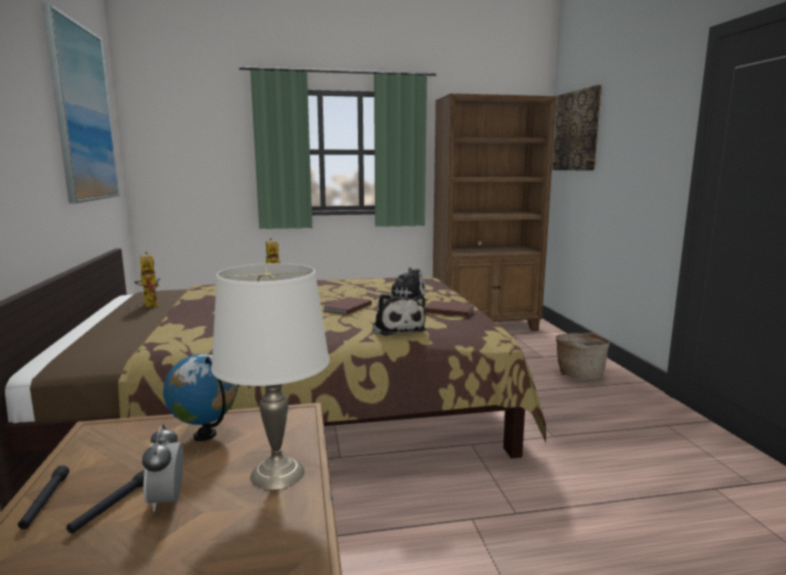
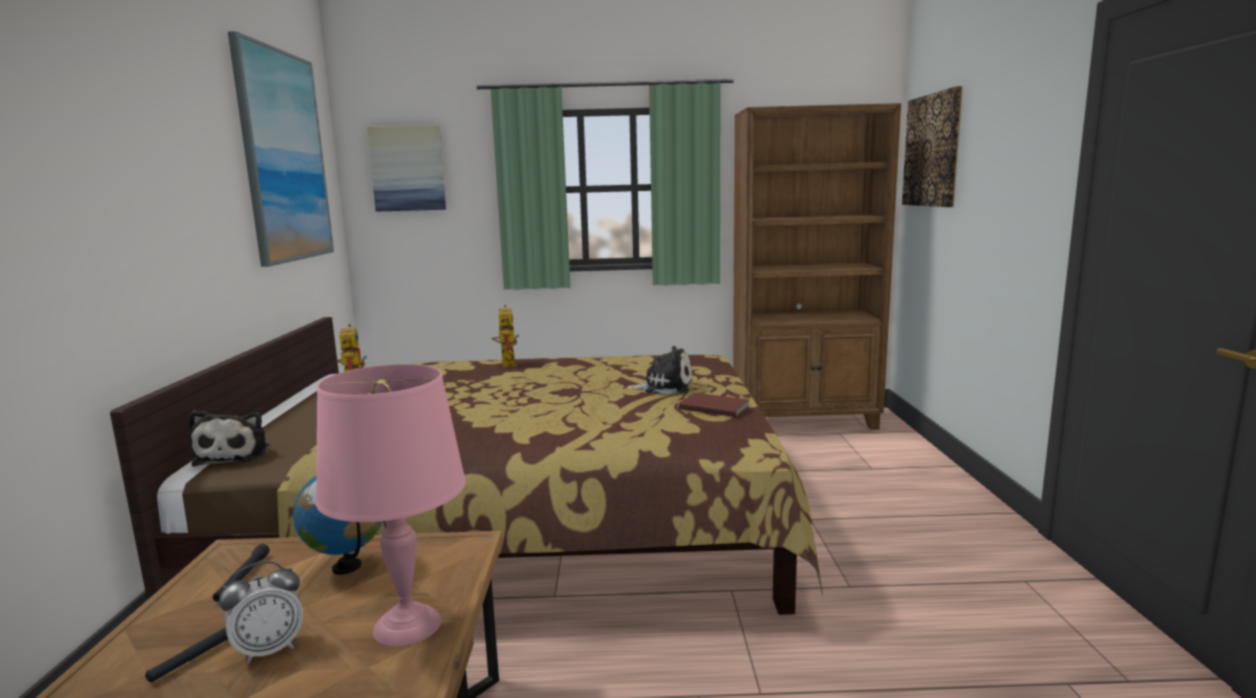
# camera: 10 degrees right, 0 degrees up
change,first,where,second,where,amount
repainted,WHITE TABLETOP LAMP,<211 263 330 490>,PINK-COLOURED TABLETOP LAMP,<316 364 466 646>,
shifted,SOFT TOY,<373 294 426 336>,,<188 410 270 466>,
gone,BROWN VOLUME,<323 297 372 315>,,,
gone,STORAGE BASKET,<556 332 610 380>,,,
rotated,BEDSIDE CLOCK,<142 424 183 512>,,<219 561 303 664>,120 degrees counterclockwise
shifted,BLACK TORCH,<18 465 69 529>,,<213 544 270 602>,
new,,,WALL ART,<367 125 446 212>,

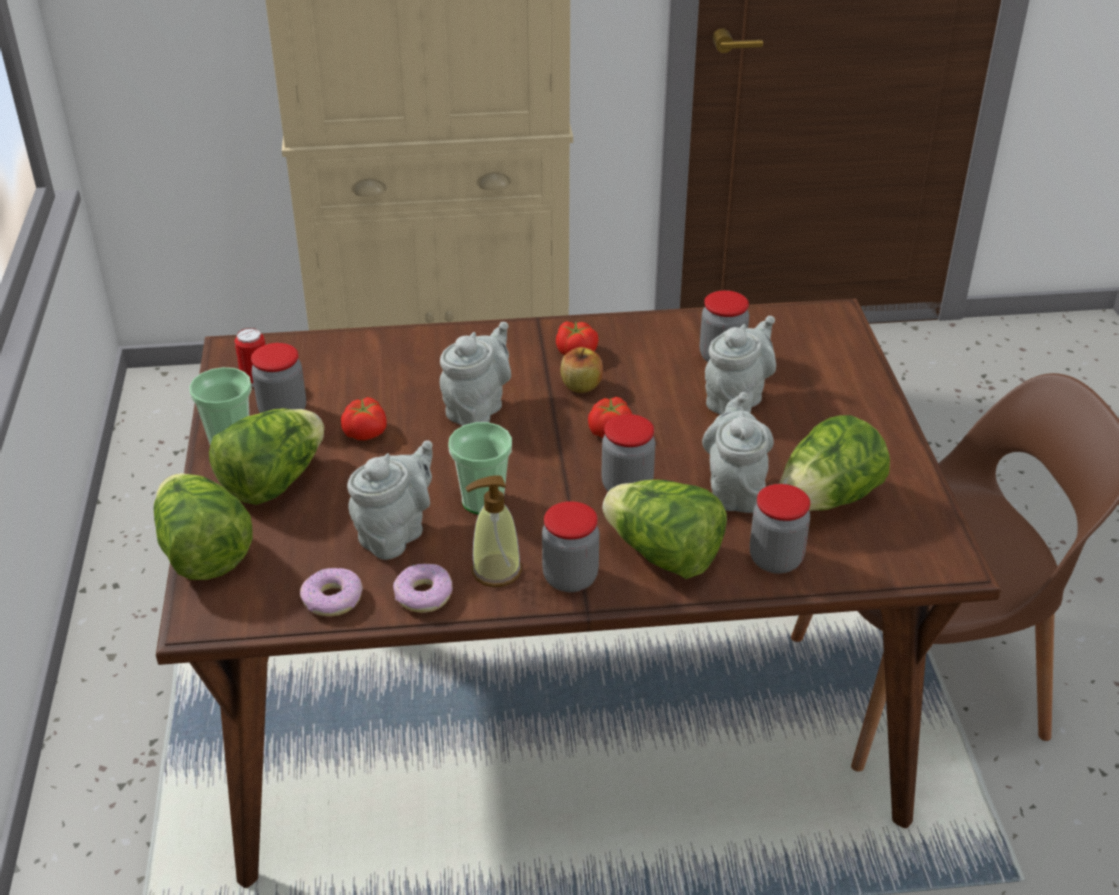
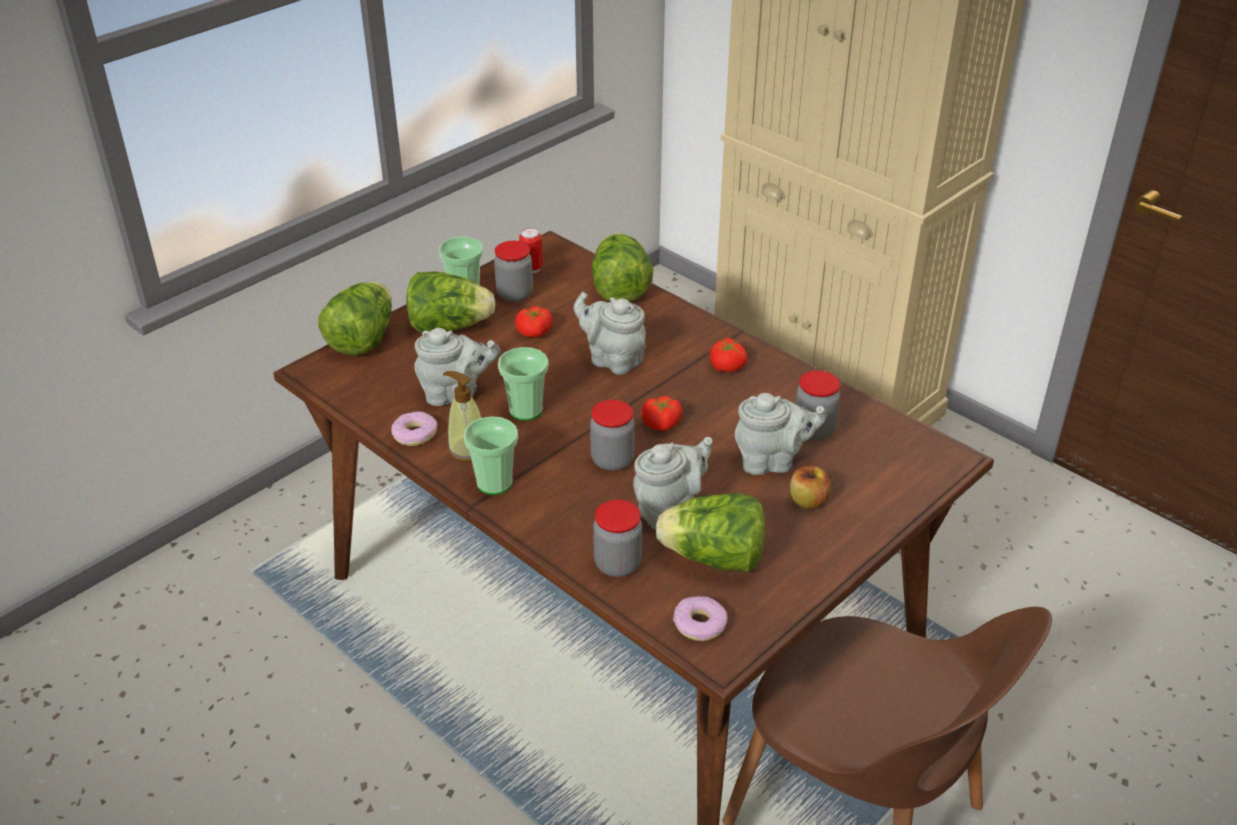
# camera: 50 degrees right, 0 degrees up
change,first,where,second,where,amount
rotated,GREY POT FOR TEA,<440 322 511 426>,,<573 292 646 375>,135 degrees counterclockwise
shifted,APPLE,<561 347 603 393>,,<790 466 831 509>,
shifted,LETTUCE HEAD,<602 479 727 579>,,<592 233 654 302>,
swapped,JAR,<542 501 599 592>,SMALL CUP,<463 416 518 495>,
shifted,DONUT,<300 568 363 617>,,<673 596 728 641>,

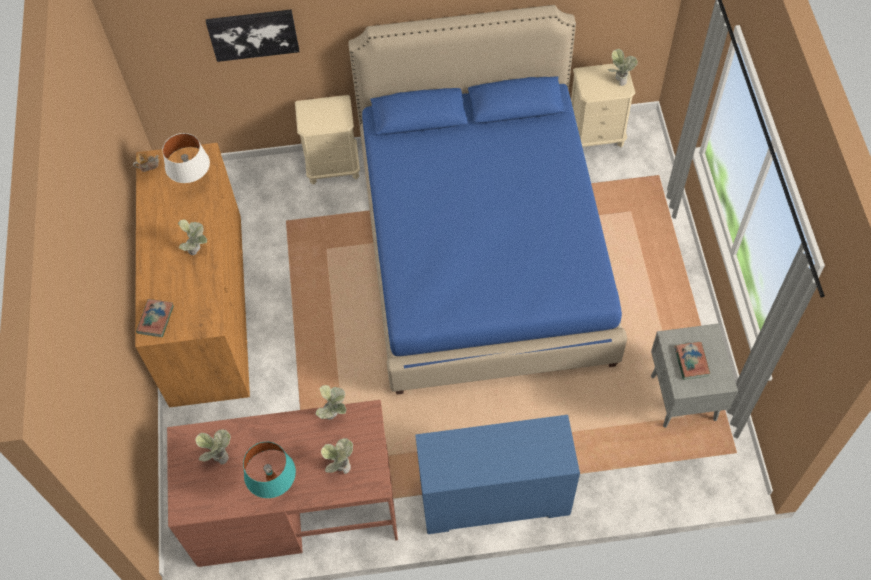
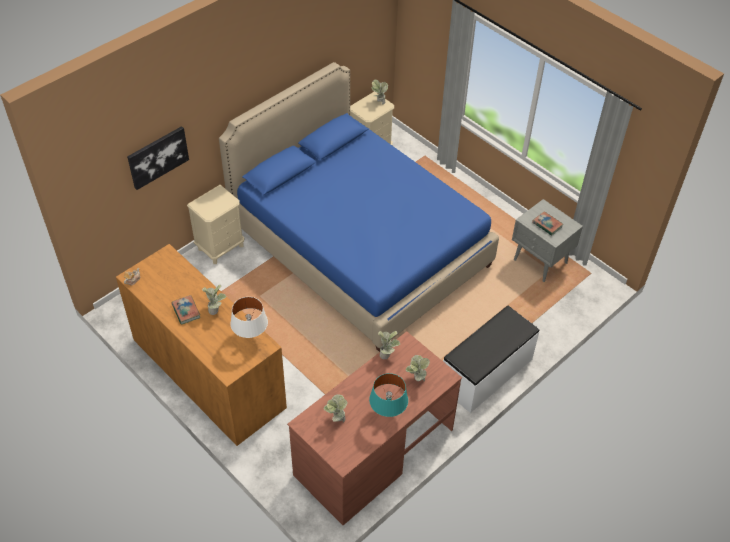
# camera: 40 degrees left, 10 degrees down
change,first,where,second,where,amount
shifted,WHITE TABLETOP LAMP,<162 133 210 183>,,<230 297 268 338>,
shifted,VOLUME,<136 299 174 337>,,<172 295 200 325>,
swapped,BLUISH CHEST OF DRAWERS,<415 415 580 534>,WHITE LONG SEAT,<443 306 540 413>,

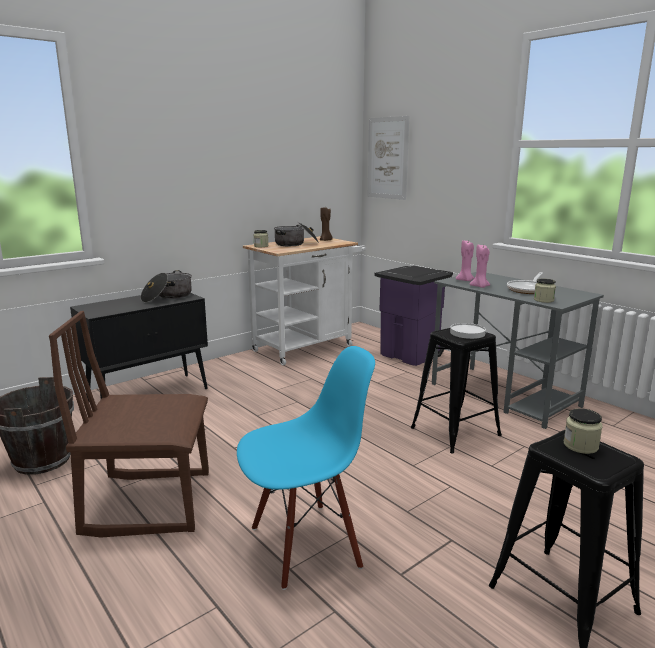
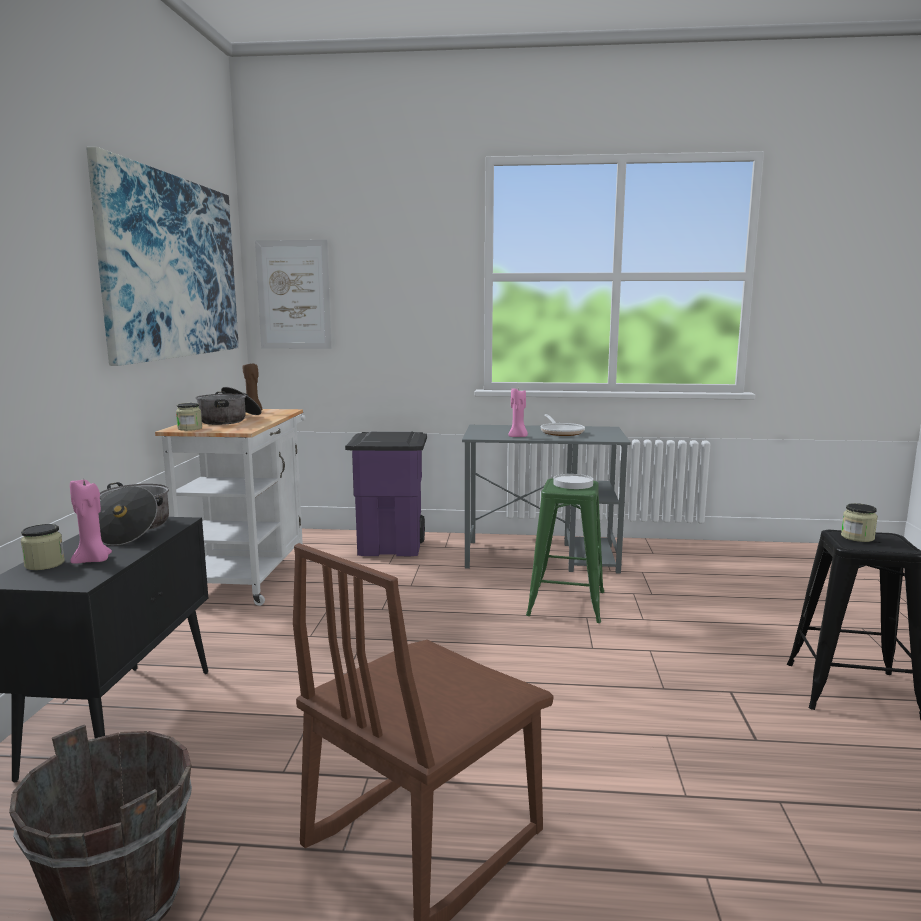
# camera: 45 degrees left, 5 degrees down
change,first,where,second,where,amount
shifted,PINK-COLOURED WAX LIGHT,<456 240 474 281>,,<70 480 112 564>,
shifted,JAR,<534 279 556 303>,,<21 524 65 570>,
repainted,BLACK STOOL SEAT,<411 328 502 453>,GREEN STOOL SEAT,<526 478 604 623>,
gone,BLUISH CHAIR,<237 346 375 590>,,,
new,,,WALL ART,<86 147 239 366>,

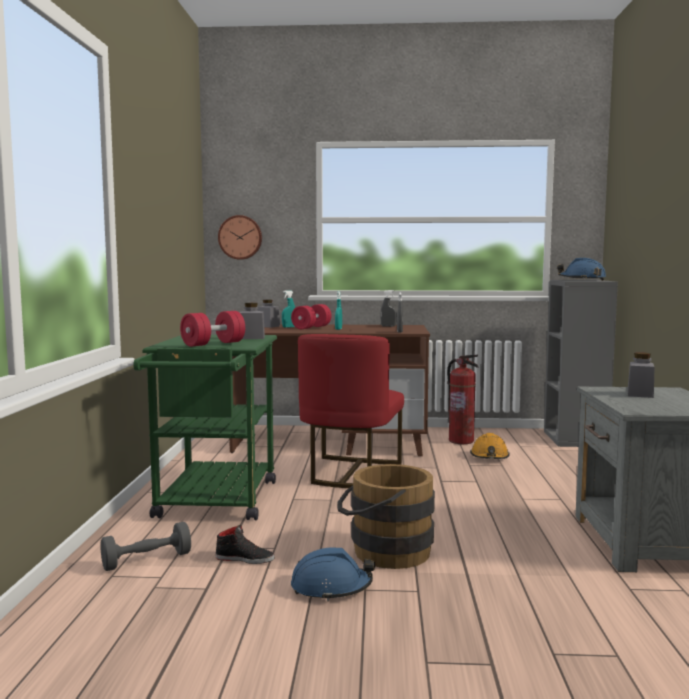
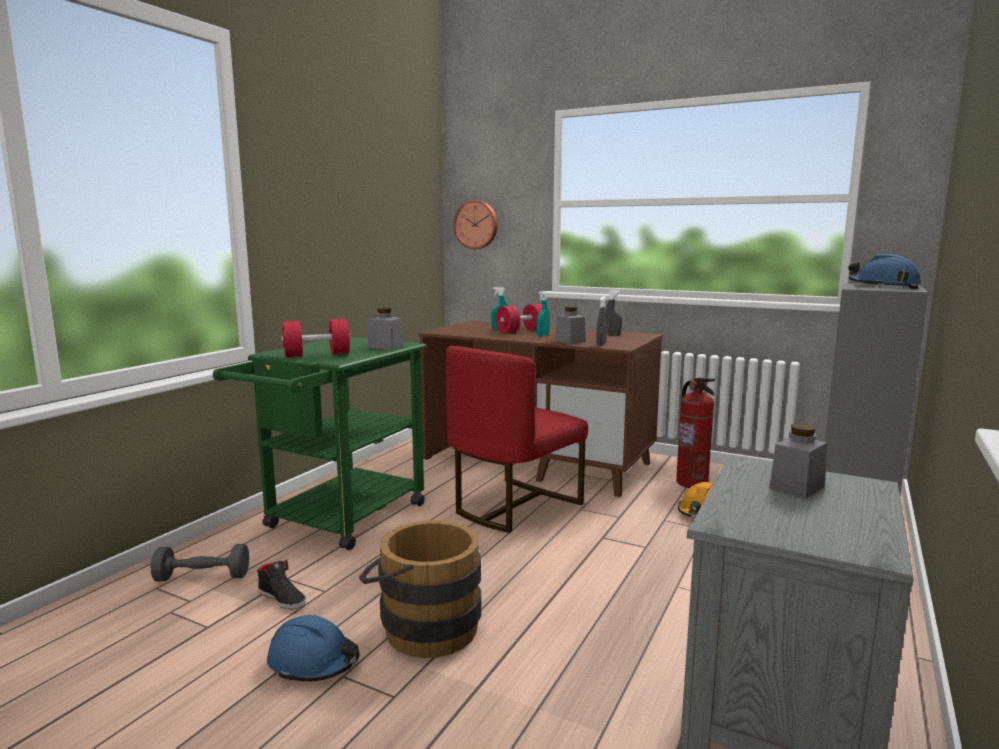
# camera: 25 degrees right, 5 degrees up
change,first,where,second,where,amount
shifted,GREY JAR,<257 300 280 328>,,<555 306 586 344>,

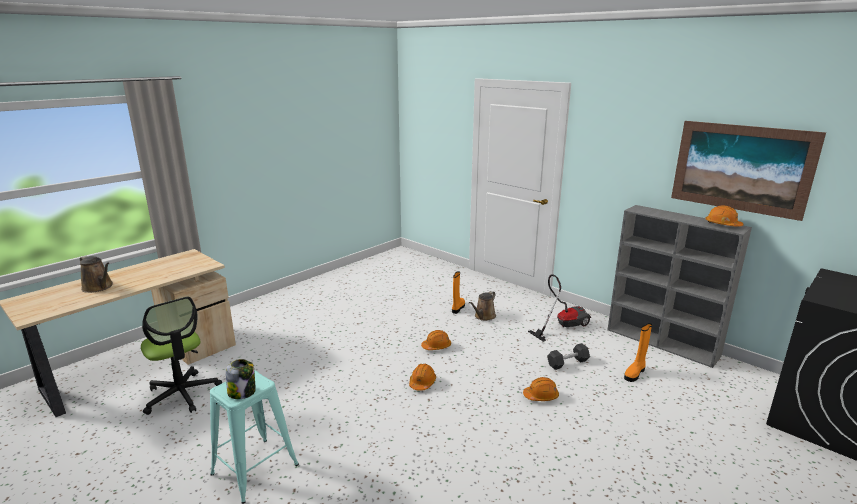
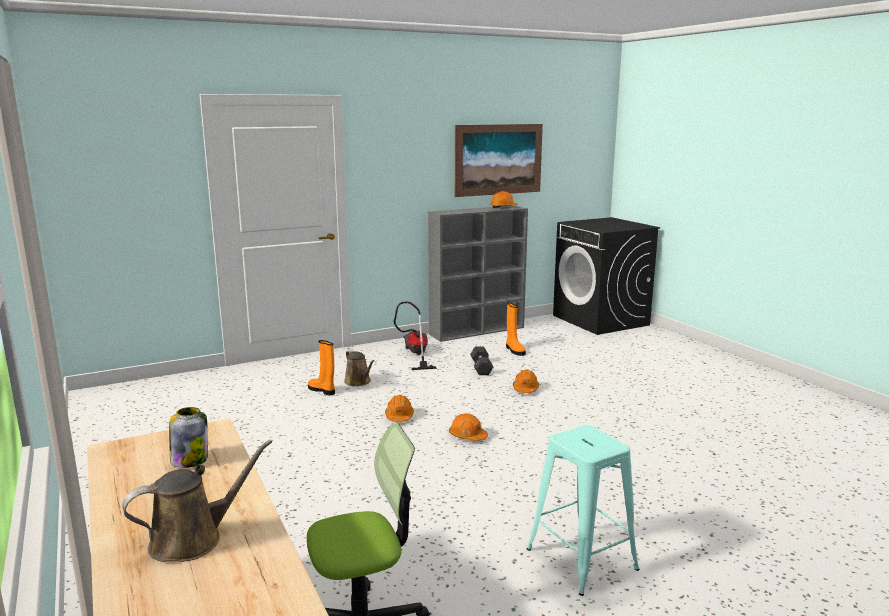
# camera: 70 degrees left, 5 degrees down
change,first,where,second,where,amount
shifted,JAR,<226 359 256 399>,,<169 407 208 468>,

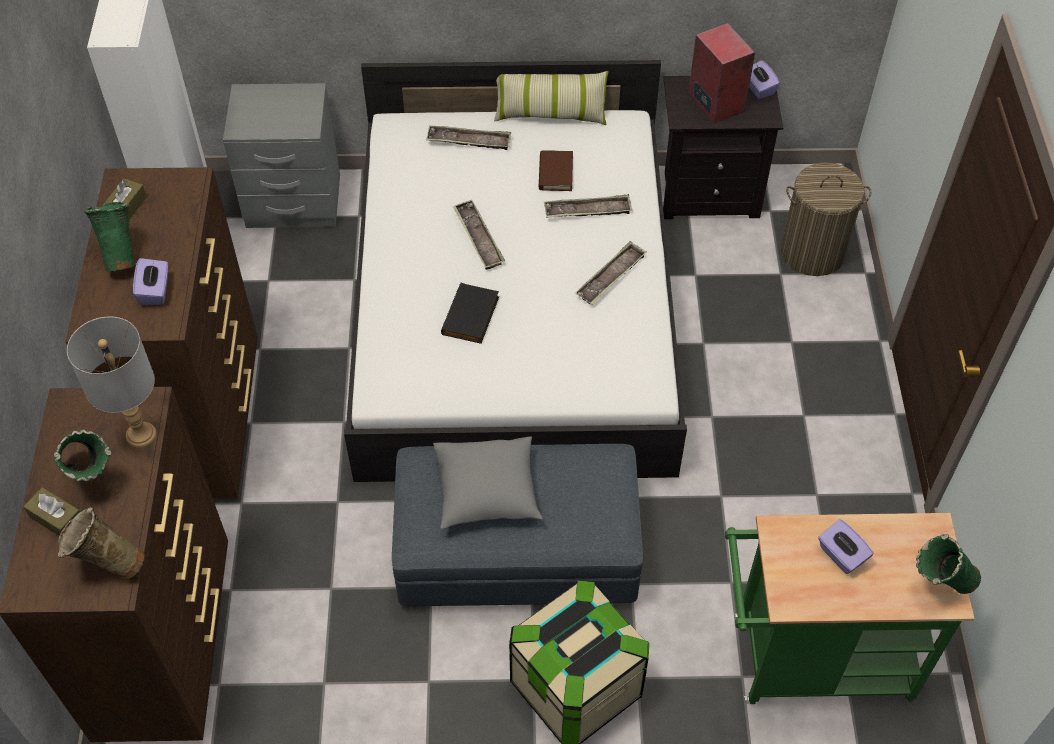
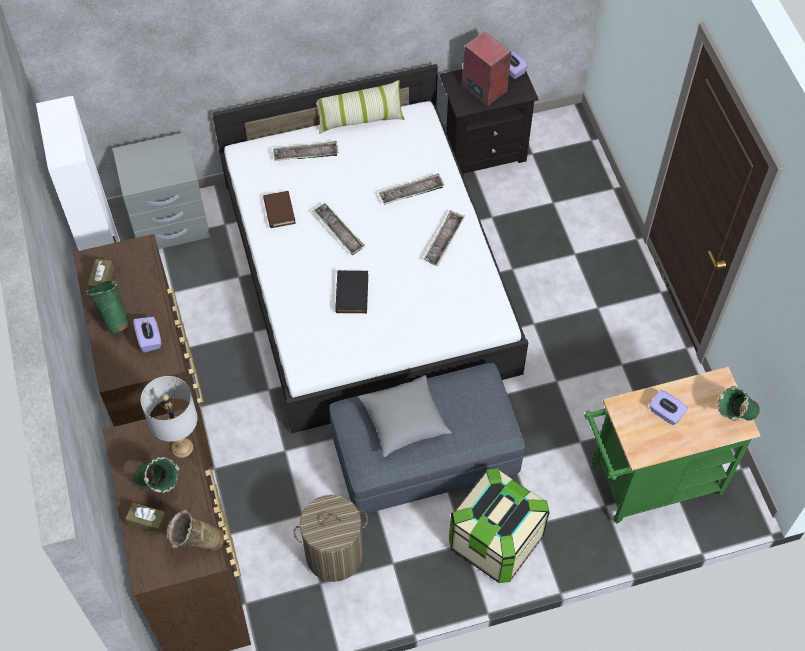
# camera: 15 degrees left, 5 degrees up
change,first,where,second,where,amount
shifted,BROWN VOLUME,<539 150 573 191>,,<263 191 296 228>,
shifted,HAMPER,<781 162 872 276>,,<293 495 368 582>,

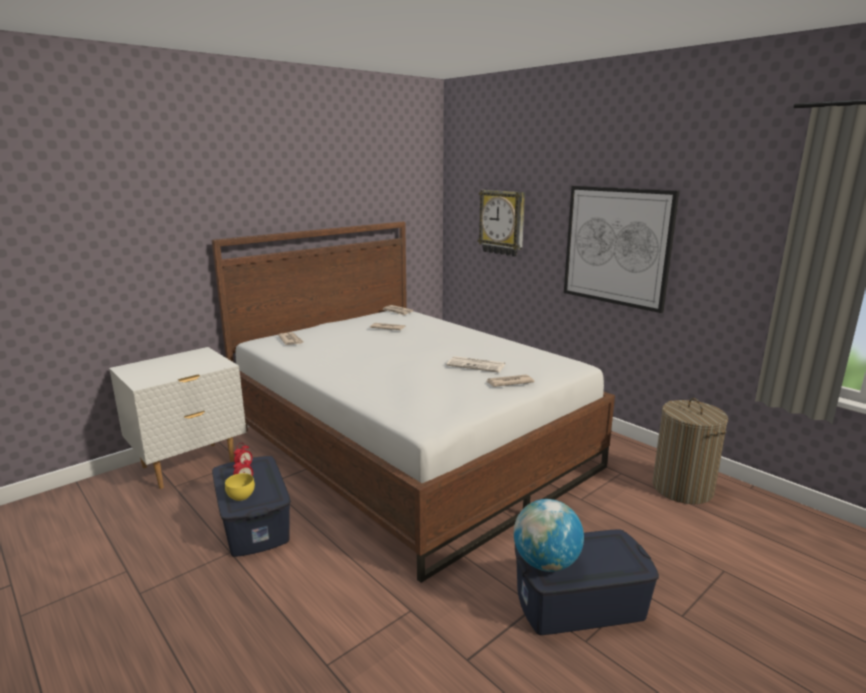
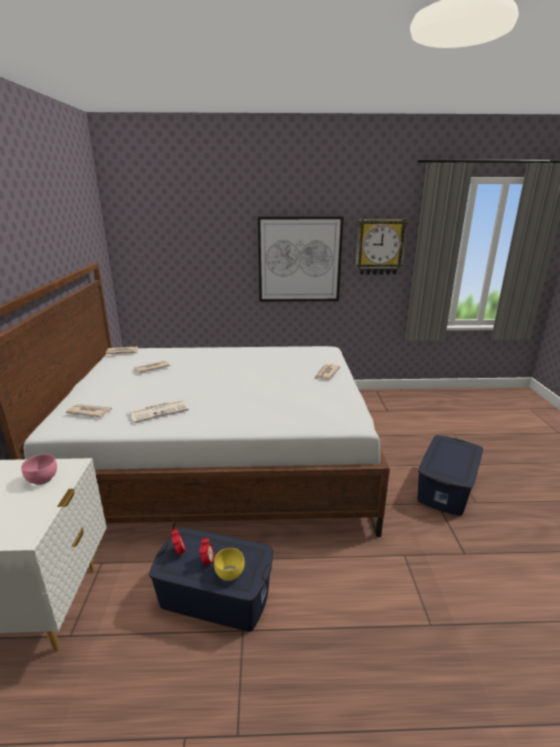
# camera: 50 degrees left, 5 degrees up
change,first,where,second,where,amount
shifted,HANGING CLOCK,<478 190 525 257>,,<355 219 408 275>,
shifted,PRINTED PAPER,<446 356 505 373>,,<129 399 189 423>,
gone,HAMPER,<652 398 728 504>,,,
gone,WORLD GLOBE,<514 499 584 572>,,,
new,,,PINK-COLOURED SERVING BOWL,<21 454 57 485>,

